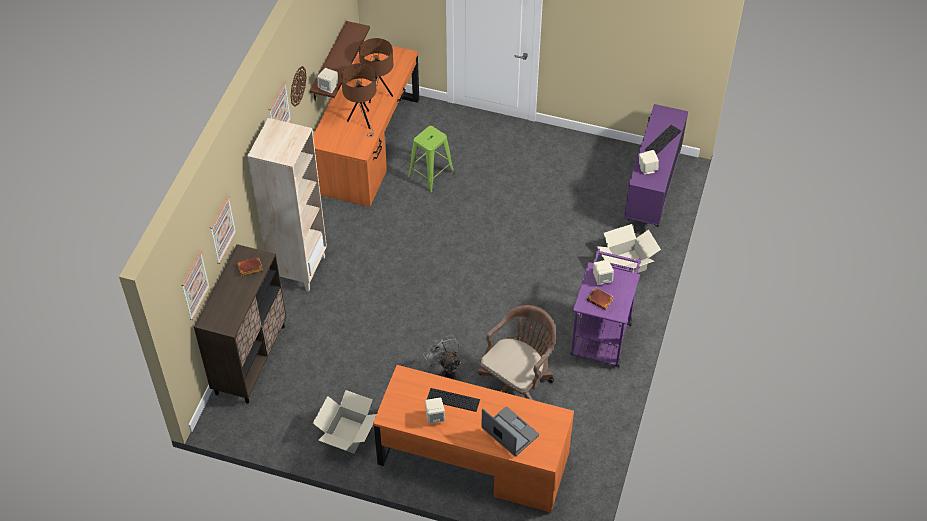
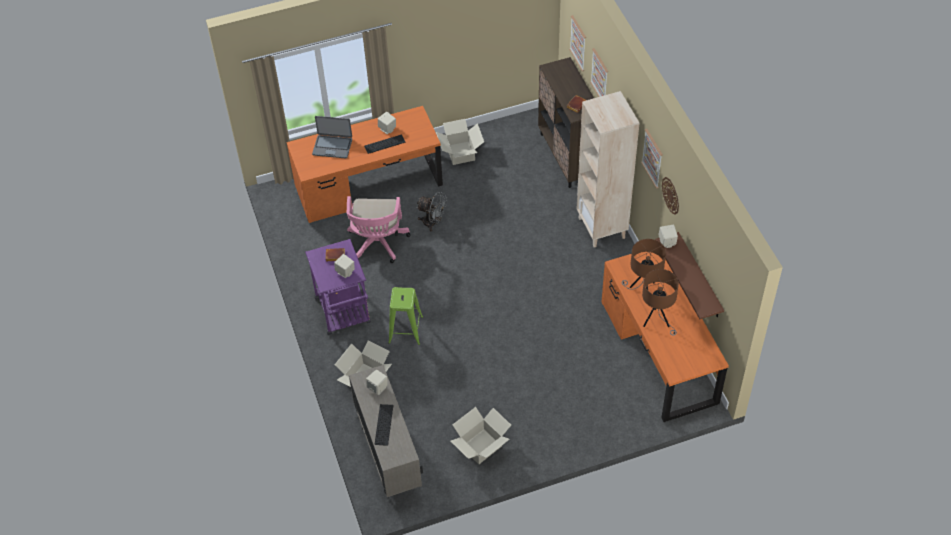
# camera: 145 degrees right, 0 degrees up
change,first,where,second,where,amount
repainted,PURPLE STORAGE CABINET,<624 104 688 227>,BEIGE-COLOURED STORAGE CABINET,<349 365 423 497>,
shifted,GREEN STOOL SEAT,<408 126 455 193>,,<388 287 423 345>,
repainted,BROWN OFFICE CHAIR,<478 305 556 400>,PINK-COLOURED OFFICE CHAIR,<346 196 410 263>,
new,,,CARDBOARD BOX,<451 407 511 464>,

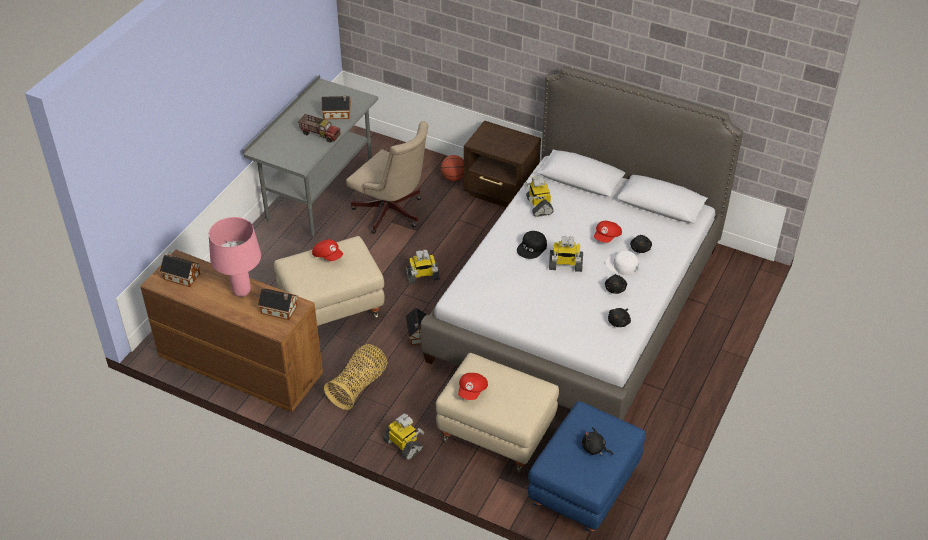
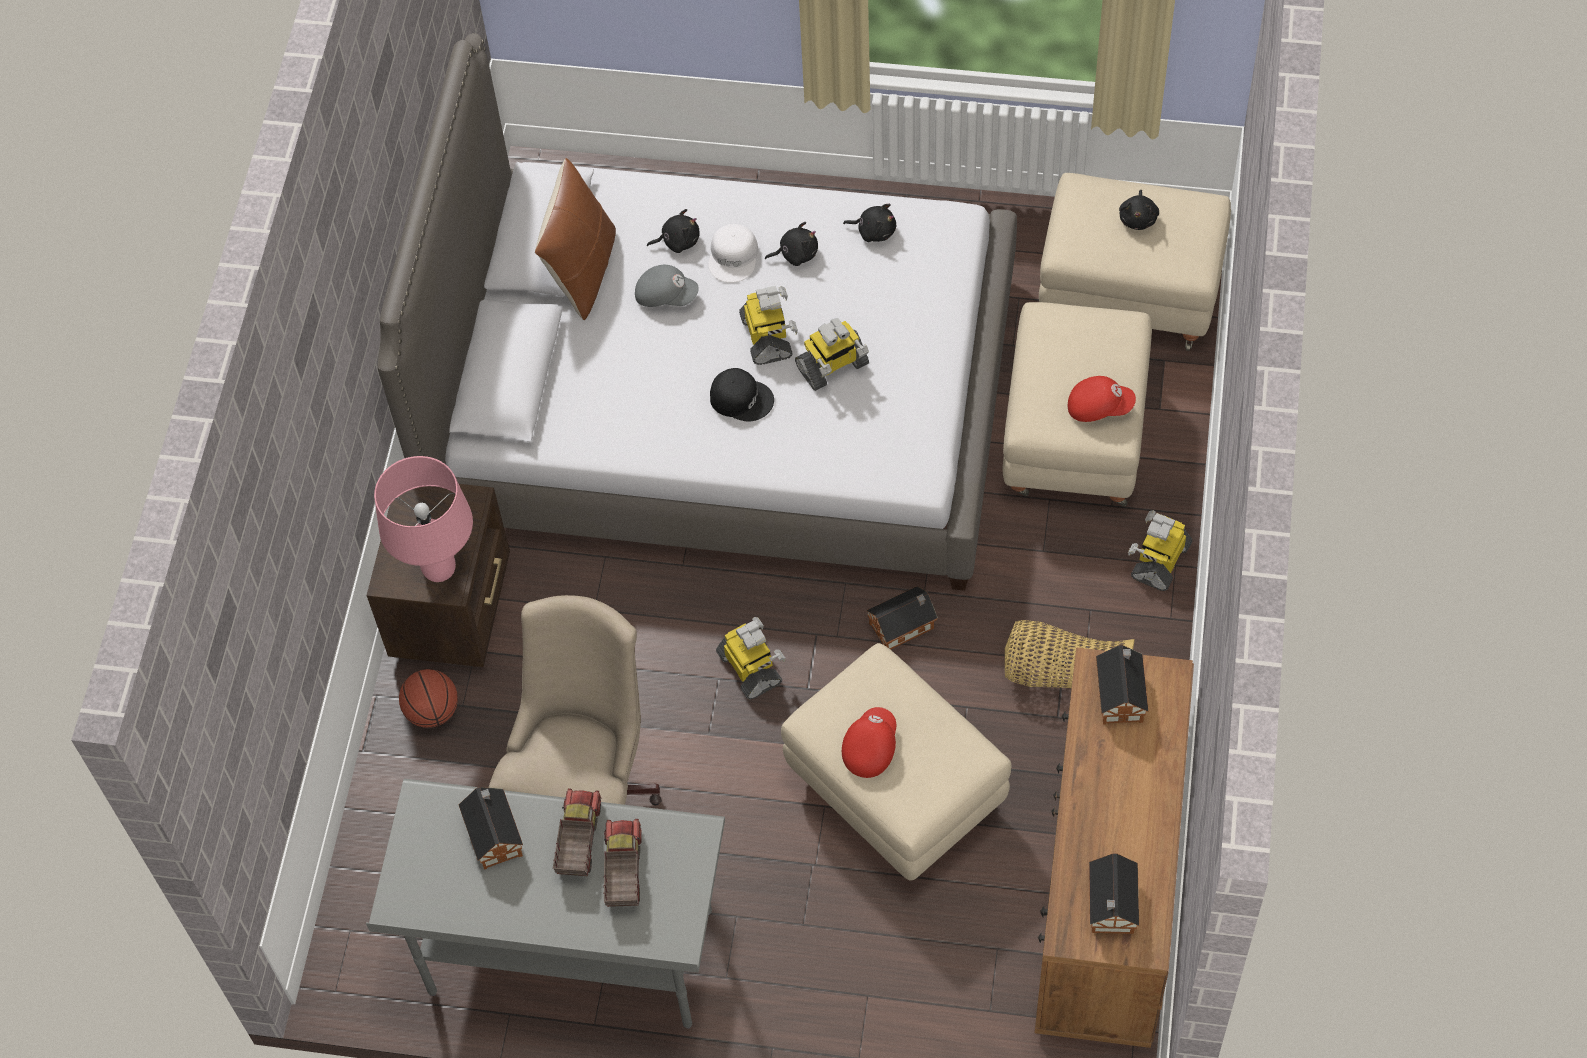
# camera: 105 degrees left, 15 degrees up
change,first,where,second,where,amount
shifted,ROBOT FIGURE,<524 176 554 217>,,<795 318 869 391>,
shifted,PINK-COLOURED TABLETOP LAMP,<209 217 261 297>,,<374 456 473 582>,
repainted,RED BASEBALL CAP,<594 221 622 243>,GREY BASEBALL CAP,<635 265 699 307>,
repainted,BLUISH POUFFE,<528 401 646 532>,BEIGE-COLOURED POUFFE,<1039 173 1231 351>,
new,,,BROWN CUSHION,<535 158 616 320>,
new,,,MODEL TRUCK,<603 819 642 907>,

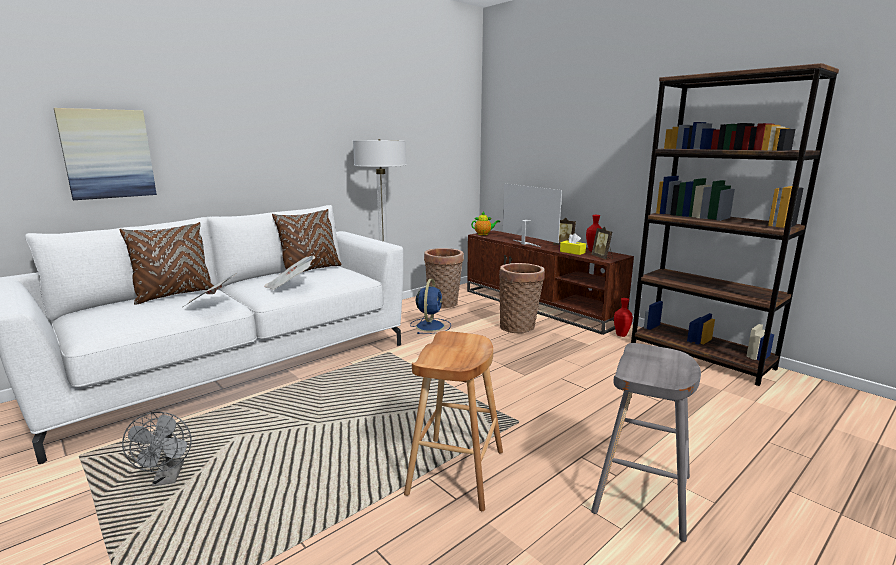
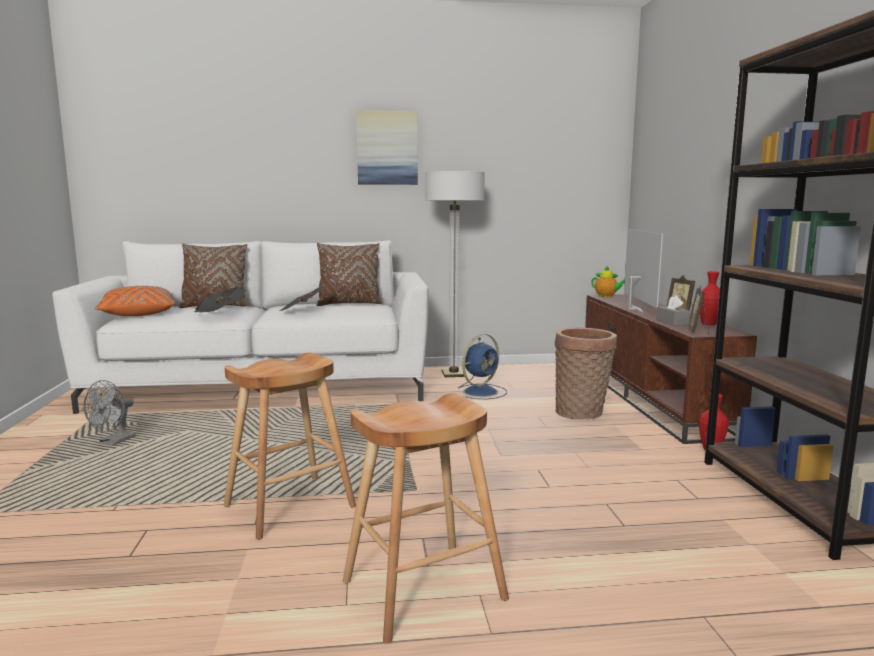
# camera: 35 degrees right, 5 degrees down
change,first,where,second,where,amount
shifted,WALL ART,<54 108 157 200>,,<356 110 418 185>,
repainted,YELLOW-COLOURED BOX OF TISSUES,<560 233 586 255>,GREY BOX OF TISSUES,<656 295 690 326>,
gone,STORAGE BASKET,<424 248 464 309>,,,
repainted,GREY STOOL SEAT,<591 343 701 542>,BROWN STOOL SEAT,<343 393 509 644>,
new,,,ORANGEY CUSHION,<95 286 176 316>,

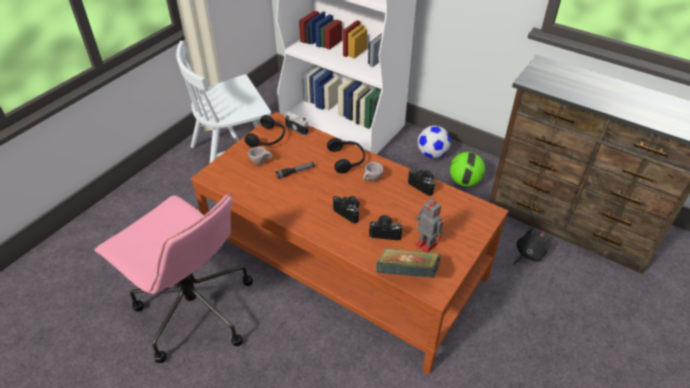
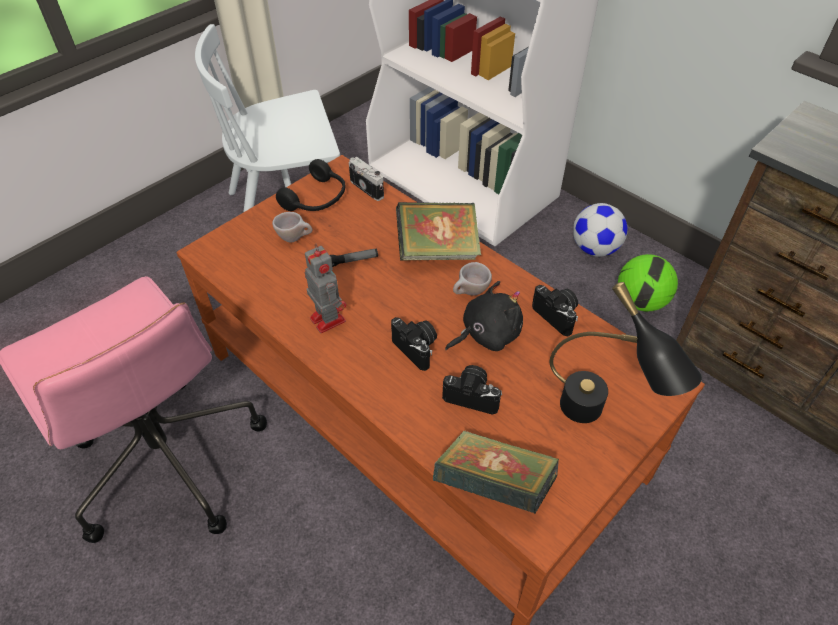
# camera: 10 degrees right, 5 degrees up
change,first,where,second,where,amount
swapped,BLACK HEADPHONES,<327 138 365 173>,VOLUME,<396 202 481 261>,
shifted,ROBOT FIGURE,<415 198 444 252>,,<304 244 347 333>,
shifted,BLACK SOFT TOY,<514 228 549 265>,,<445 281 523 351>,
new,,,BLACK TABLETOP LAMP,<550 282 702 423>,

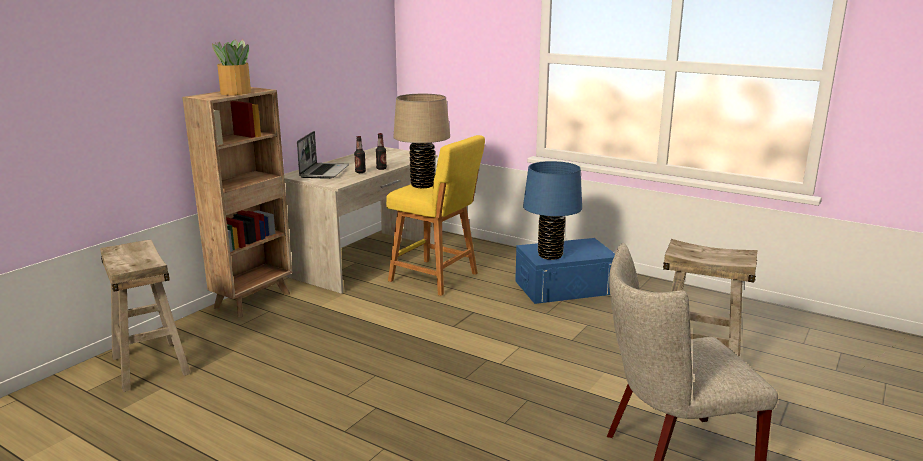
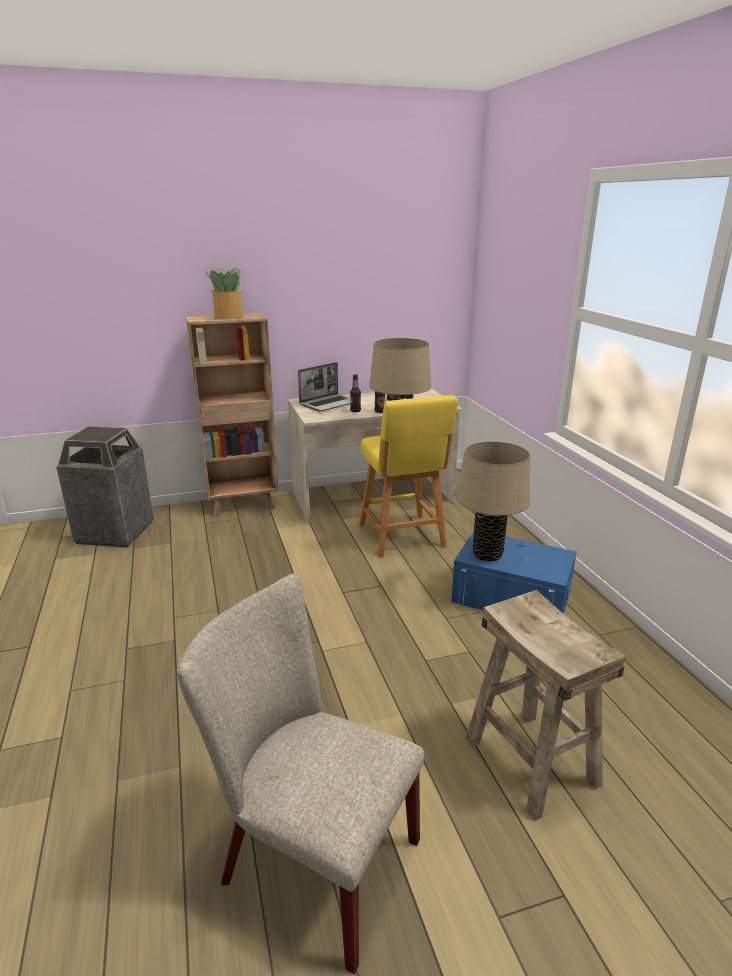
# camera: 40 degrees right, 5 degrees up
change,first,where,second,where,amount
repainted,BLUISH TABLETOP LAMP,<523 161 582 260>,BEIGE-COLOURED TABLETOP LAMP,<456 441 530 562>,
swapped,BEIGE-COLOURED STOOL SEAT,<100 239 191 392>,RUBBISH BIN,<56 426 154 548>,

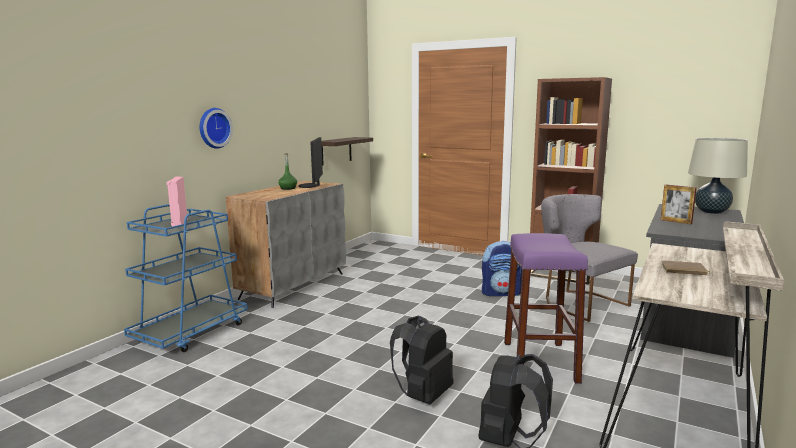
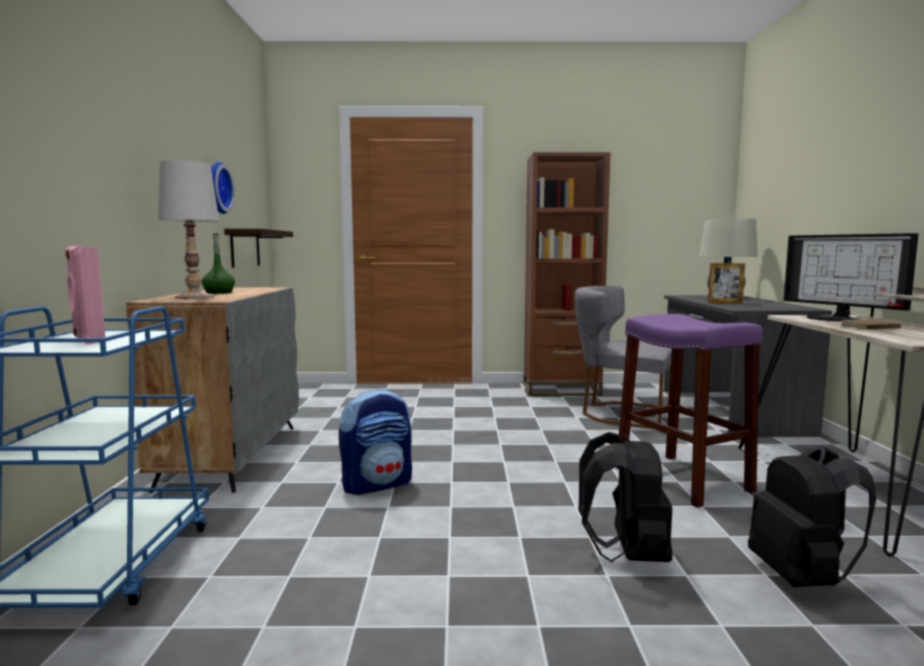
# camera: 30 degrees left, 5 degrees down
change,first,where,second,where,amount
shifted,HANGING CLOCK,<200 108 233 149>,,<211 162 235 214>,
shifted,COMPUTER DISPLAY,<298 137 323 188>,,<784 233 918 322>,
shifted,RUCKSACK,<482 241 522 296>,,<339 388 412 495>,
new,,,WHITE TABLETOP LAMP,<158 160 219 299>,

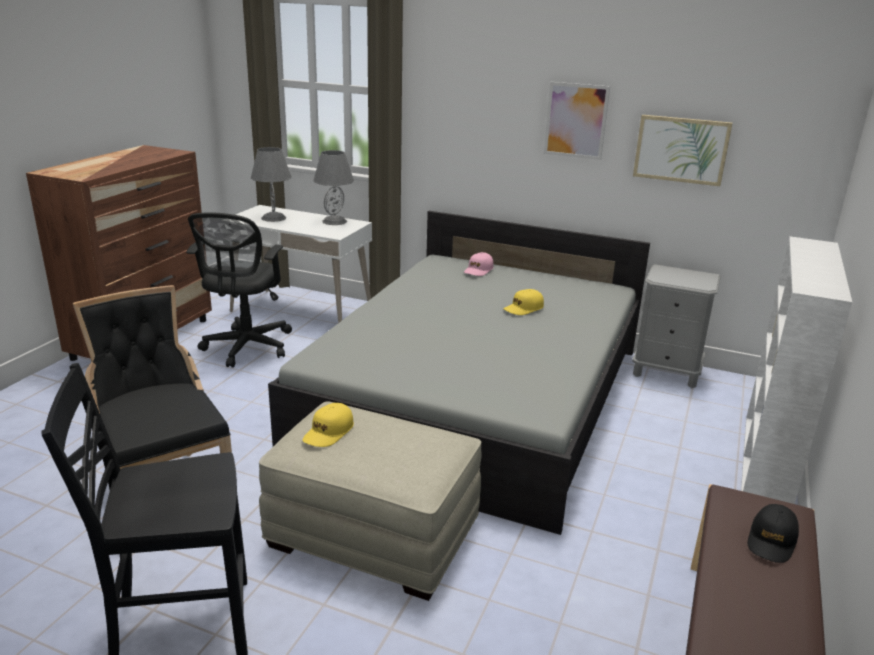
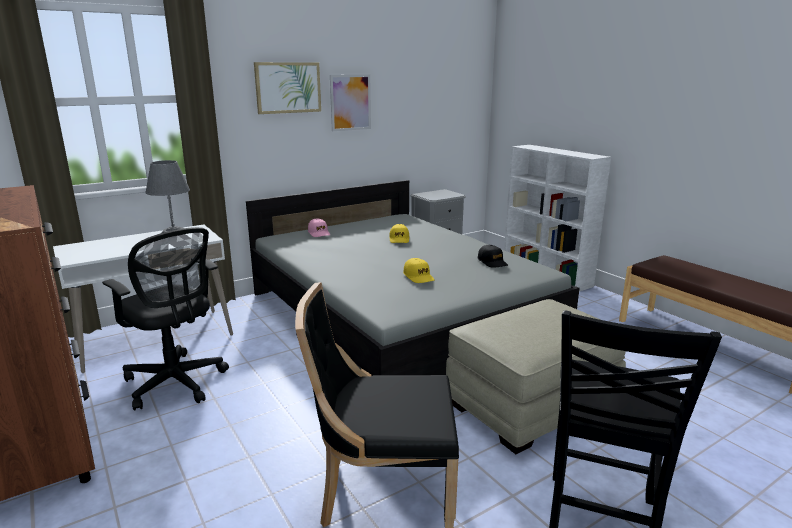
# camera: 55 degrees left, 5 degrees down
change,first,where,second,where,amount
shifted,WALL ART,<633 115 732 186>,,<254 62 321 114>,
gone,GREY TABLETOP LAMP,<251 147 292 222>,,,
shifted,YELLOW-COLOURED BASEBALL CAP,<302 403 354 447>,,<403 258 435 283>,
shifted,BLACK BASEBALL CAP,<748 504 799 563>,,<478 245 508 268>,

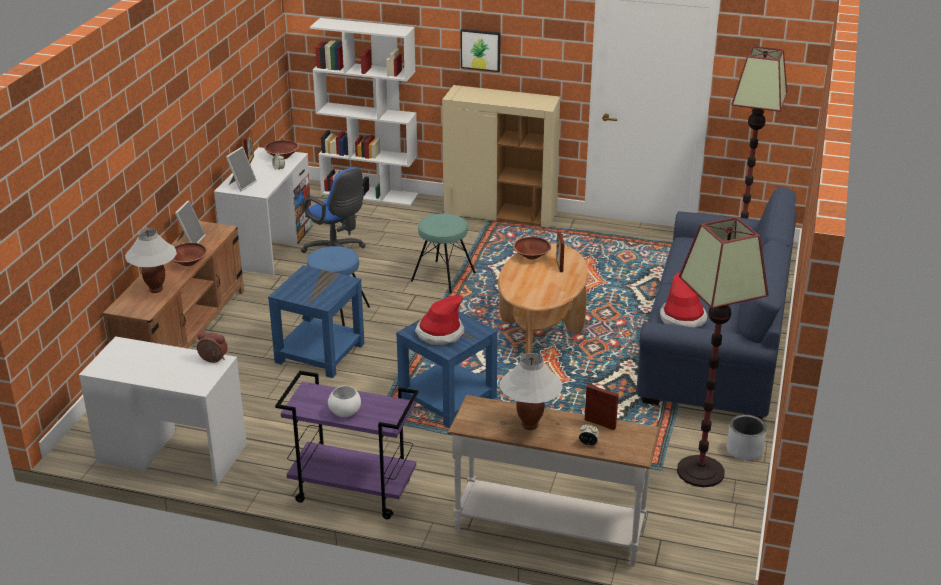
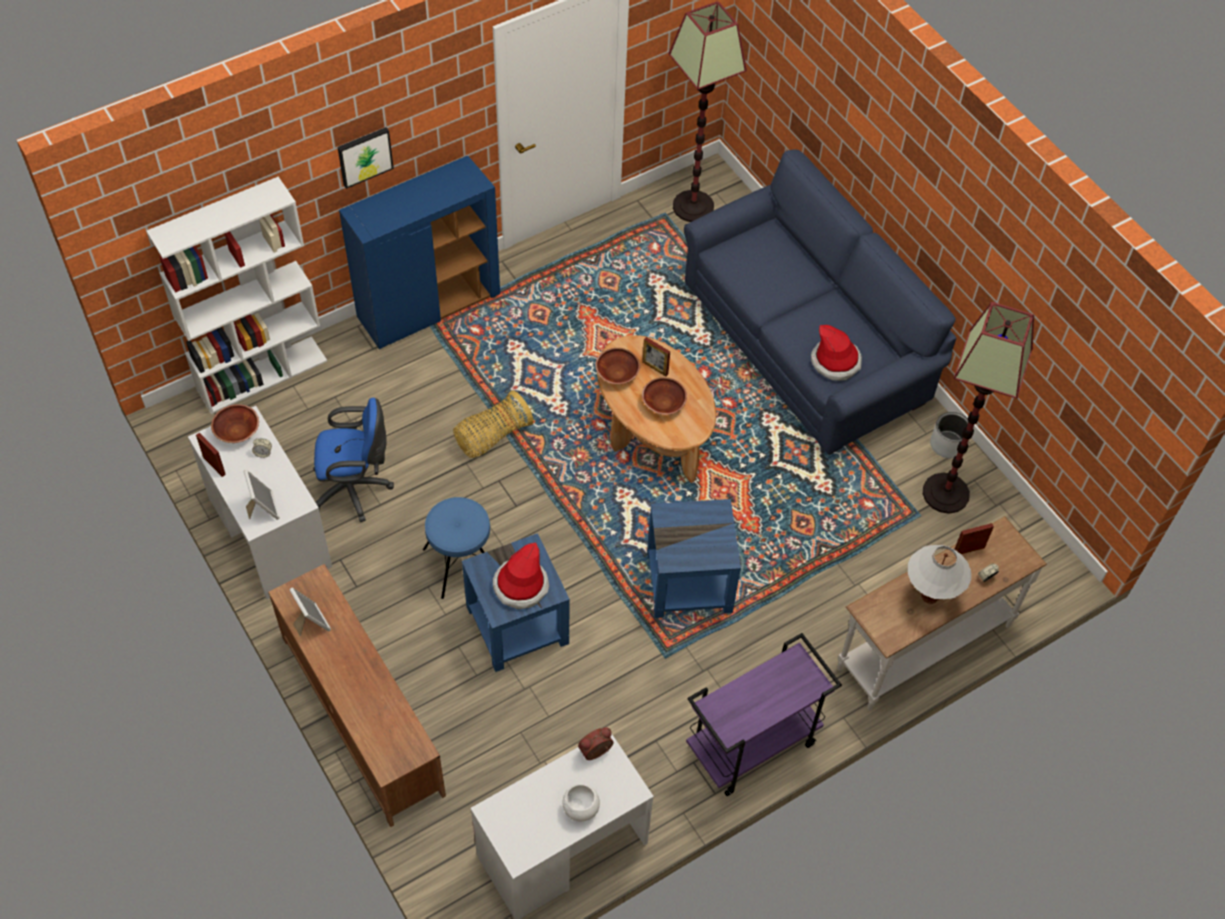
# camera: 50 degrees left, 25 degrees up
change,first,where,second,where,amount
repainted,BEIGE-COLOURED STORAGE CABINET,<442 85 560 228>,BLUISH STORAGE CABINET,<339 156 500 349>,
swapped,TURQUOISE STOOL SEAT,<411 213 476 294>,STORAGE BASKET,<453 390 533 458>,
gone,WHITE TABLETOP LAMP,<125 228 177 293>,,,
shifted,BROWN SERVING BOWL,<172 242 207 266>,,<642 377 687 415>,
shifted,HAT,<415 296 464 345>,,<493 543 549 609>,
shifted,WHITE SERVING BOWL,<328 386 361 417>,,<562 784 600 821>,

